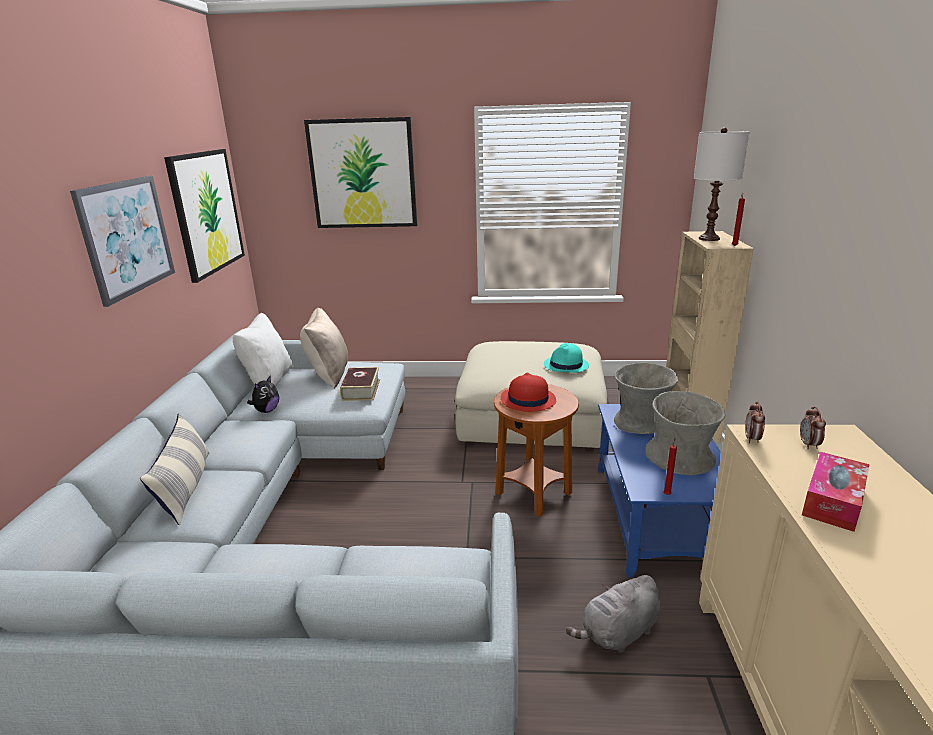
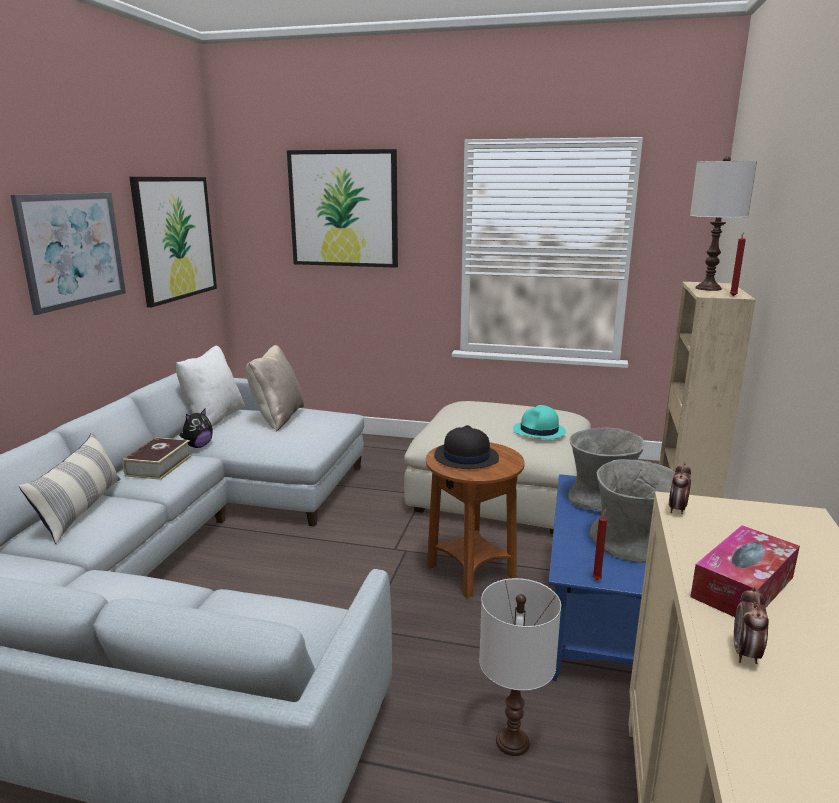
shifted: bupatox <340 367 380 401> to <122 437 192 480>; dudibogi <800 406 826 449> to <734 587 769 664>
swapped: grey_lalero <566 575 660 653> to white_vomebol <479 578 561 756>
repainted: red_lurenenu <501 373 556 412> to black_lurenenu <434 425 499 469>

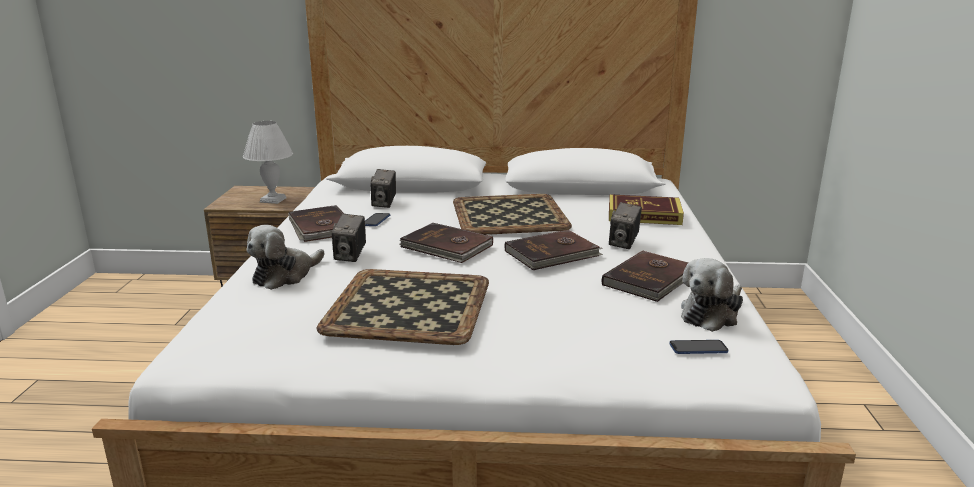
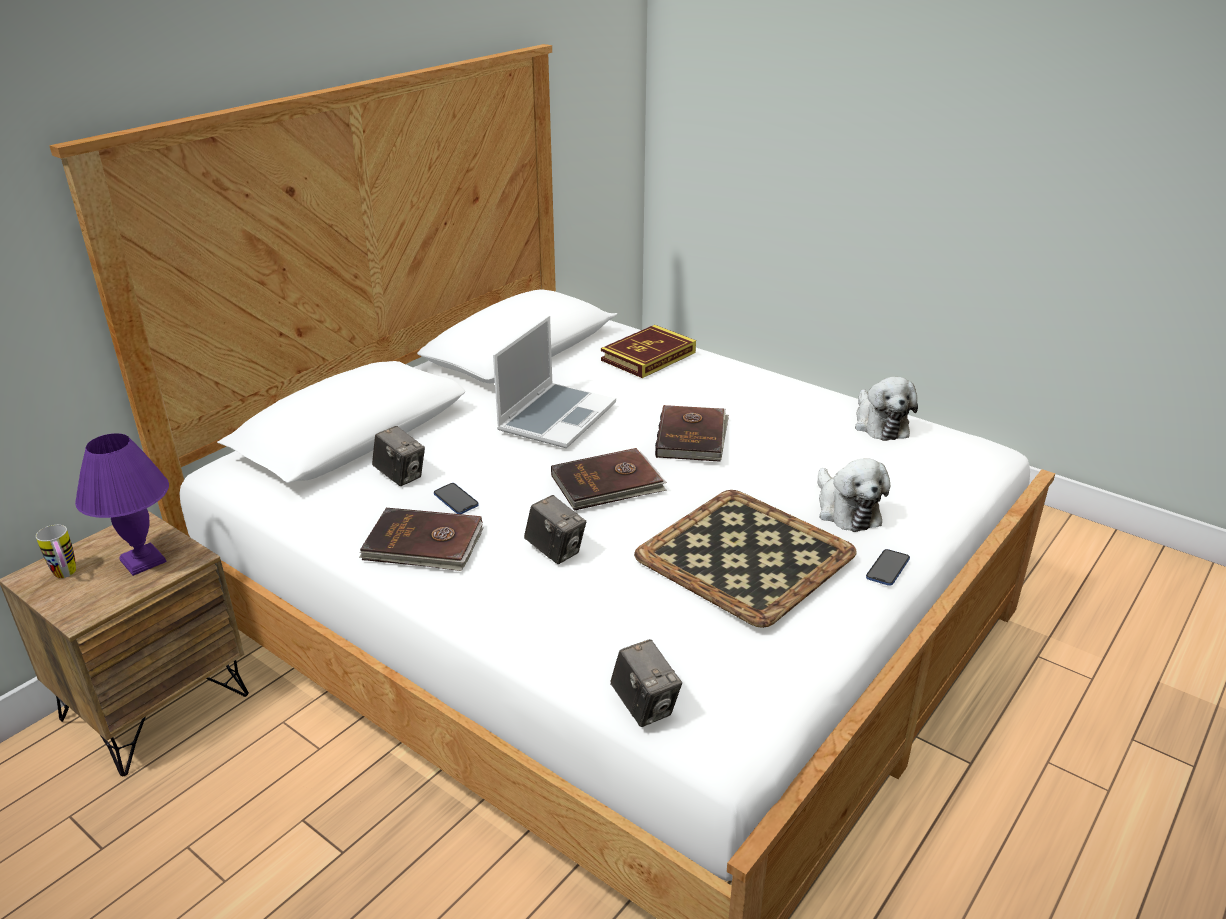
gone: brown_bupatox <602 251 688 302>
new: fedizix <36 525 76 578>
shifted: lalero <246 225 325 290> to <818 458 890 532>; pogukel <609 202 642 249> to <611 639 682 727>; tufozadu <670 340 728 354> to <866 549 910 586>
swapped: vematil <453 194 572 235> to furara <493 316 616 449>
repainted: white_vomebol <243 121 293 204> to purple_vomebol <75 433 169 576>

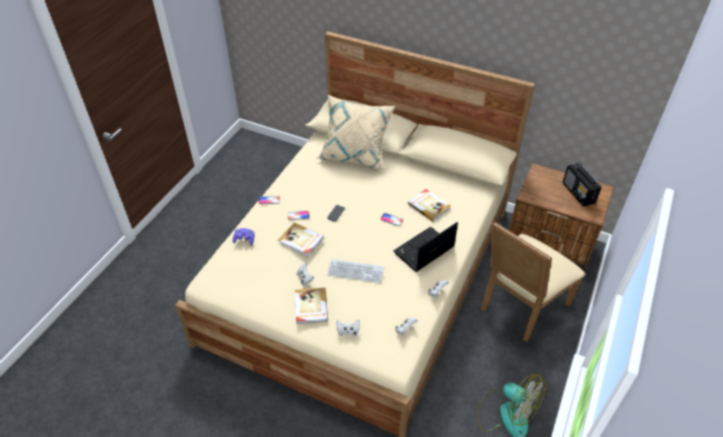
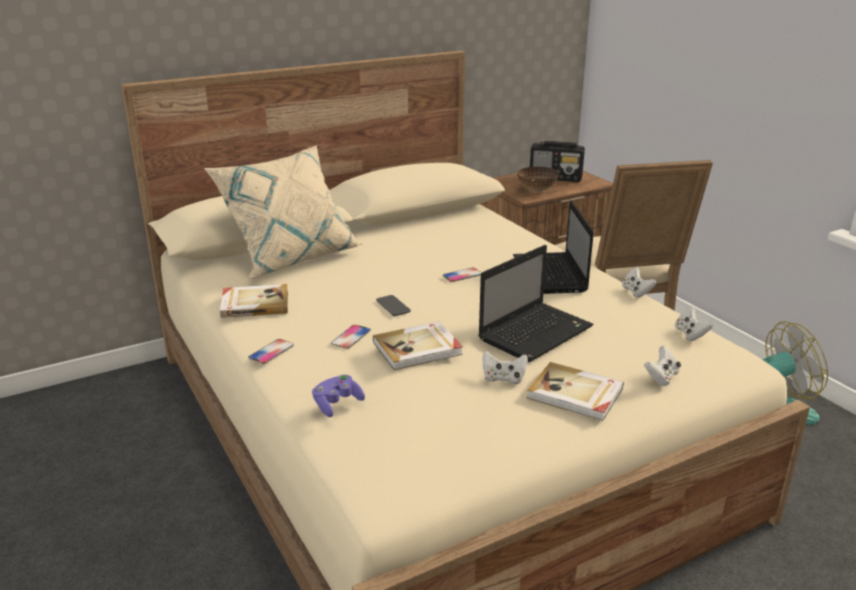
new: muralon <517 167 559 192>
shifted: bupatox <408 189 451 222> to <220 284 288 318>
swapped: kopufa <327 259 384 283> to furara <478 245 594 362>

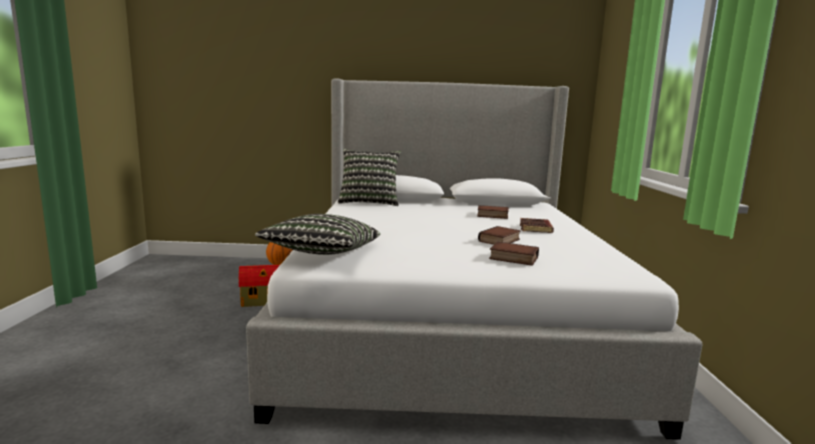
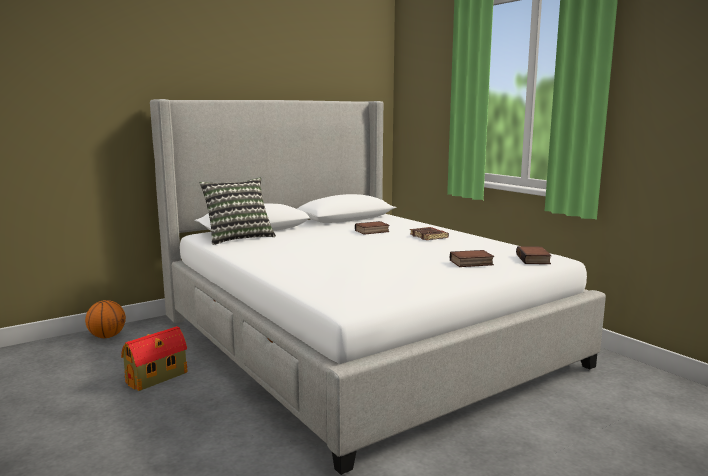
gone: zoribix <255 214 380 255>
shifted: bupatox <478 226 521 245> to <516 246 552 264>

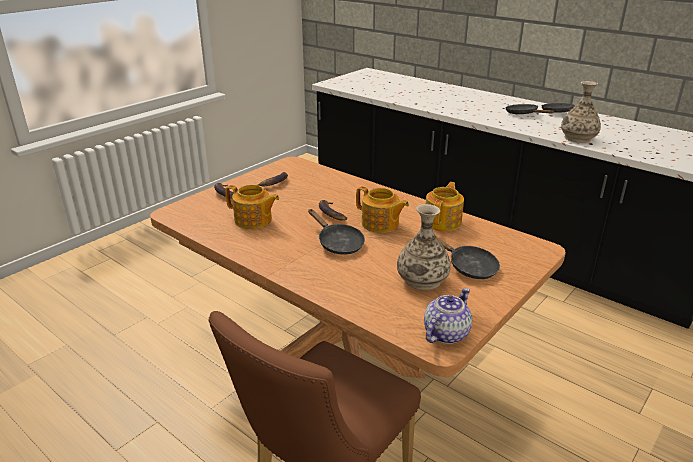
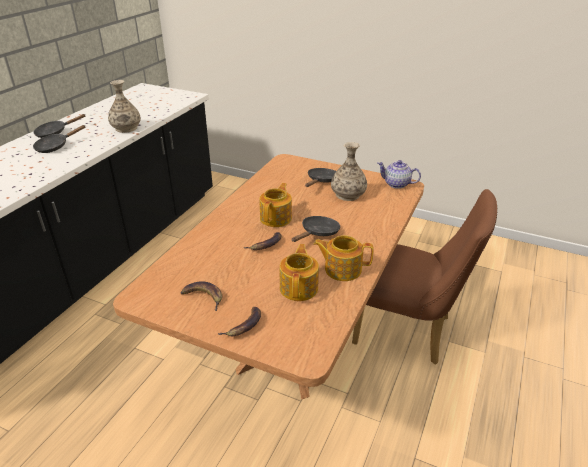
shifted: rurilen <426 182 464 231> to <314 235 373 281>

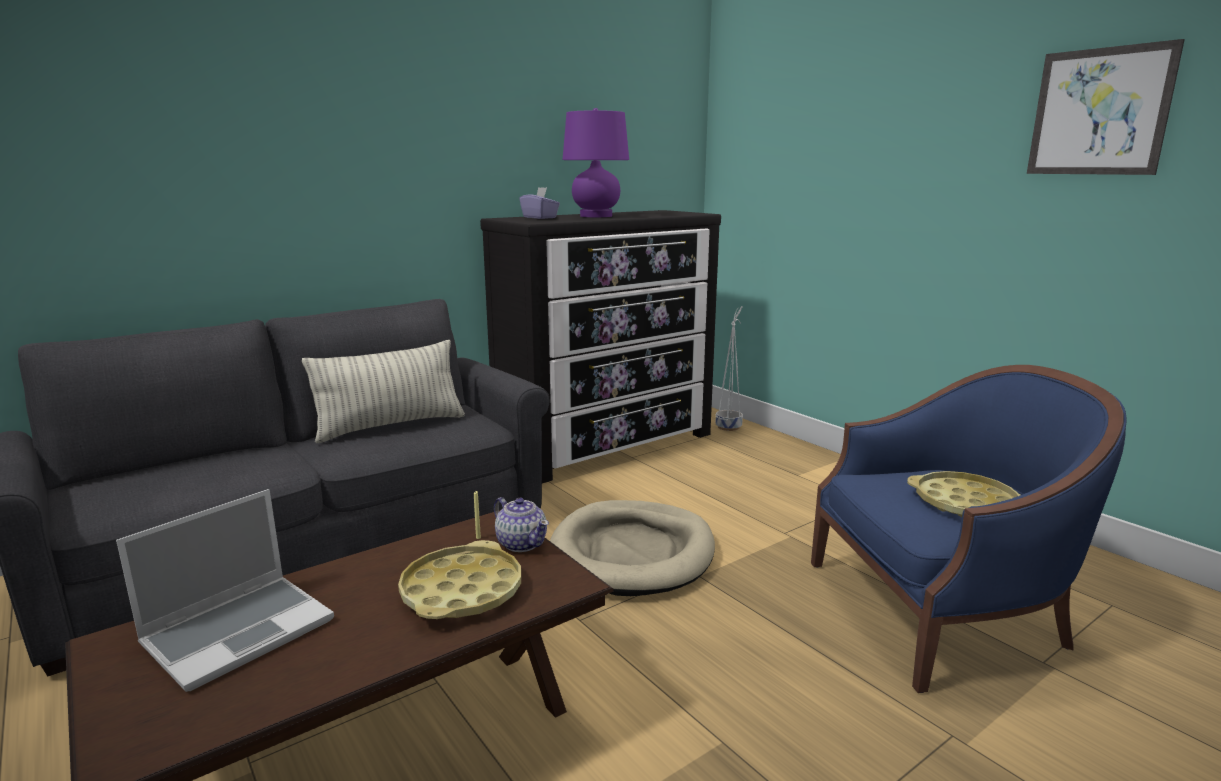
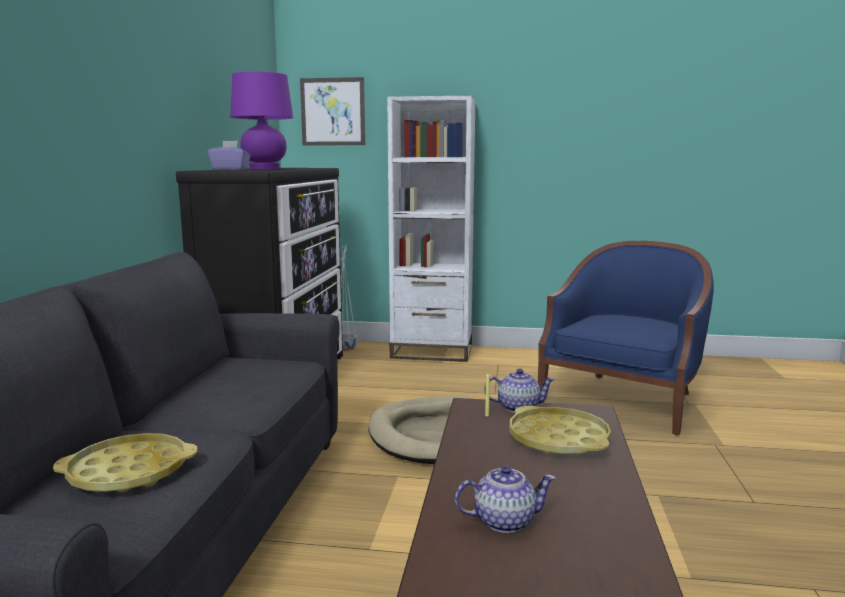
gone: zoribix <302 340 465 443>
new: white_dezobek <387 96 476 362>
shifted: yellow_vematil <907 471 1020 517> to <53 433 197 492>; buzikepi <1027 39 1185 175> to <300 77 365 145>
swapped: furara <116 489 334 692> to rurilen <455 466 556 533>

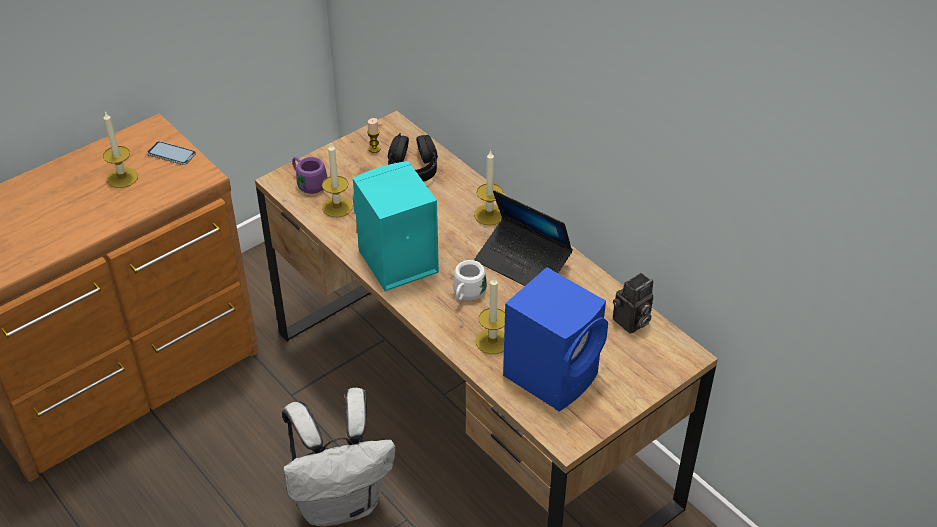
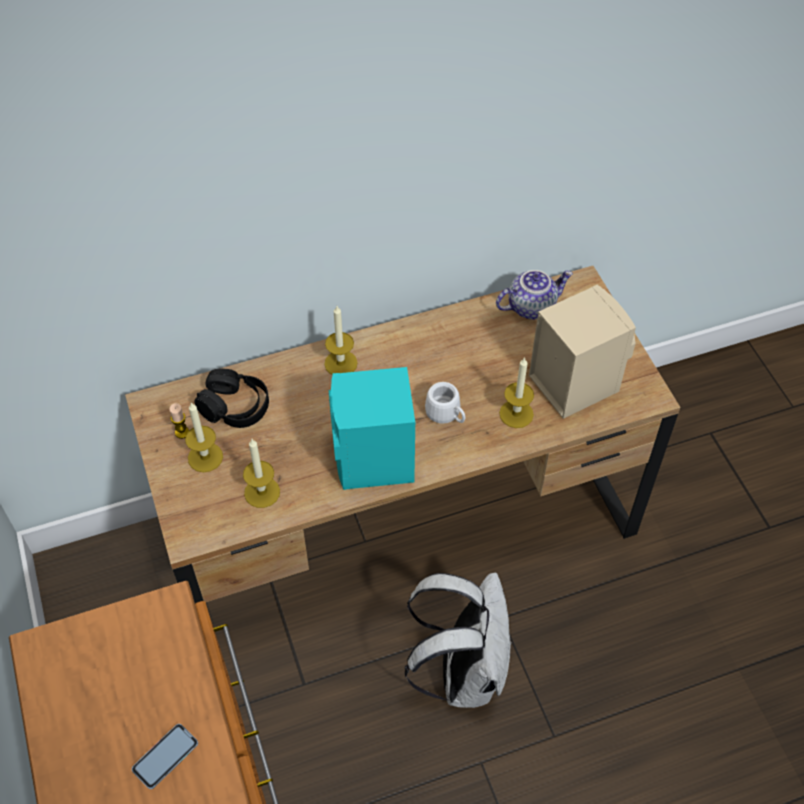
gone: purple_fedizix <292 157 328 194>; furara <474 190 573 286>
shifted: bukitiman <103 111 138 188> to <185 402 223 472>; tufozadu <147 141 196 165> to <132 724 198 789>
swapped: pogukel <613 273 653 334> to rurilen <496 270 573 320>
repainted: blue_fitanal <503 267 608 411> to beige_fitanal <529 285 636 419>

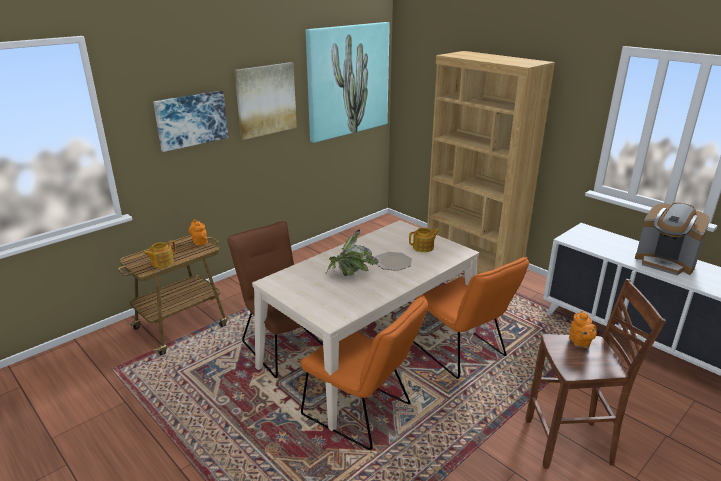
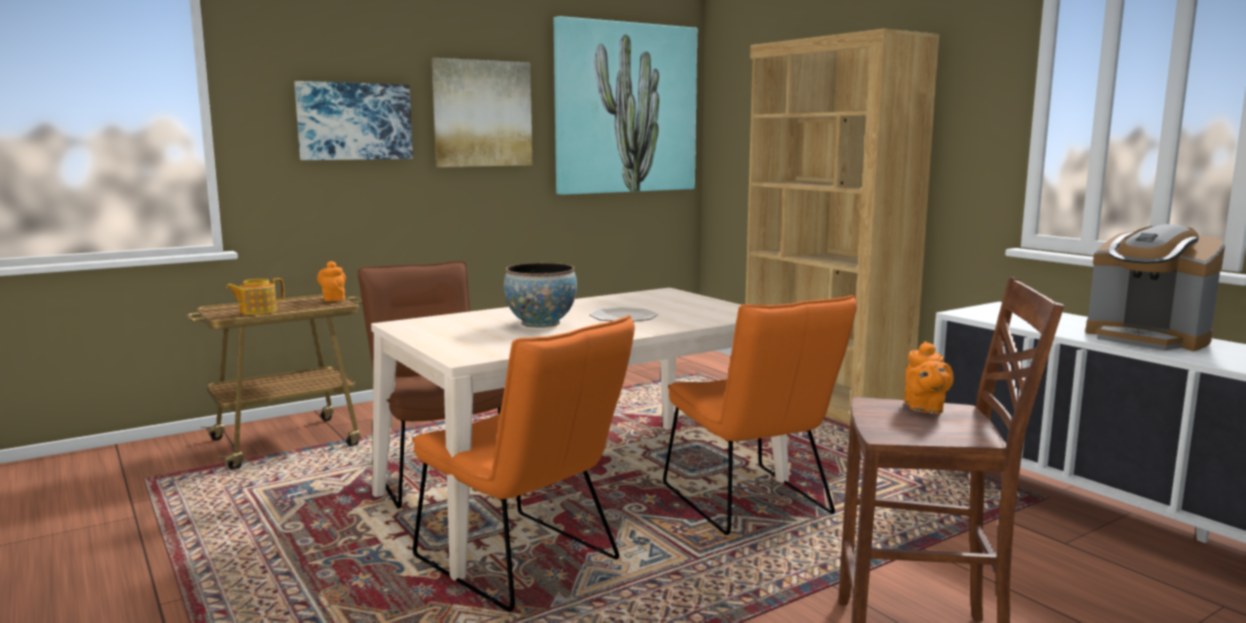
gone: rurilen <409 228 440 252>
swapped: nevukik <325 230 379 276> to muralon <504 263 577 328>

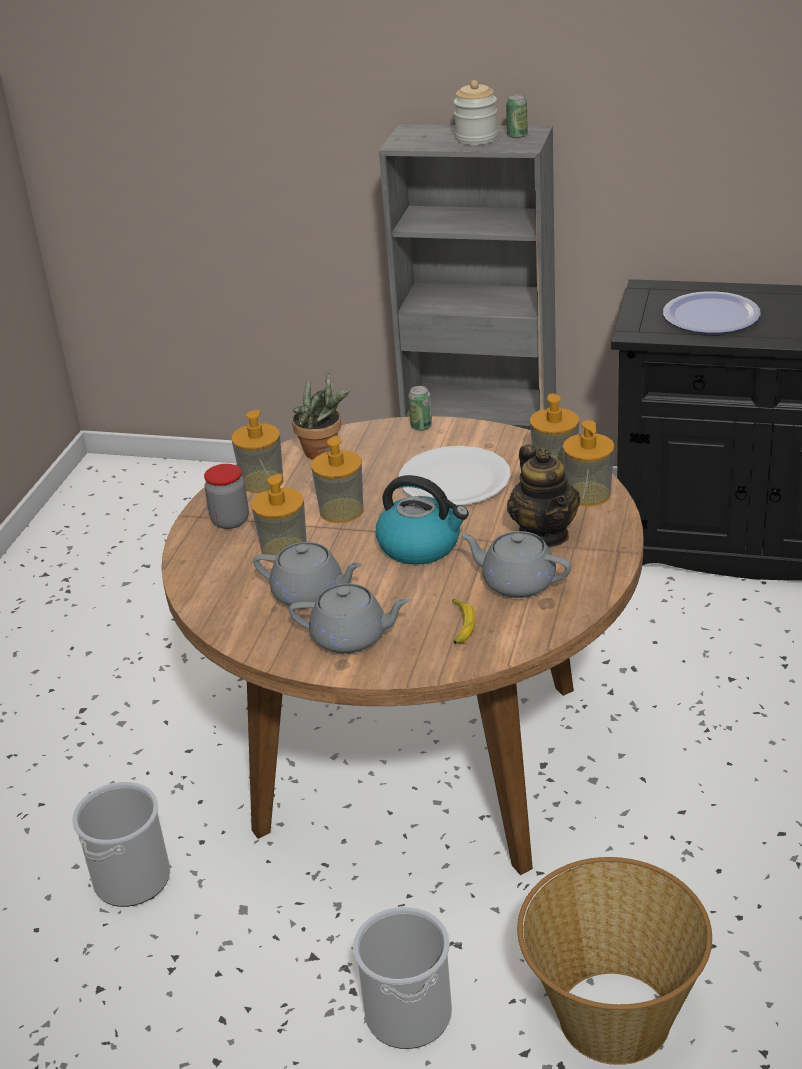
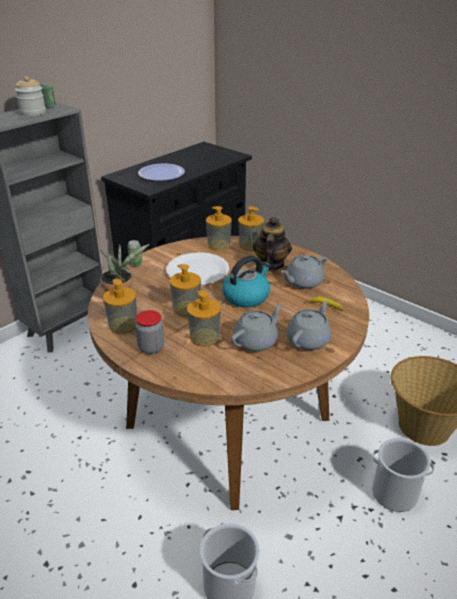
rotated: rurilen <507 445 580 547> = <253 217 292 270> 90 degrees counterclockwise

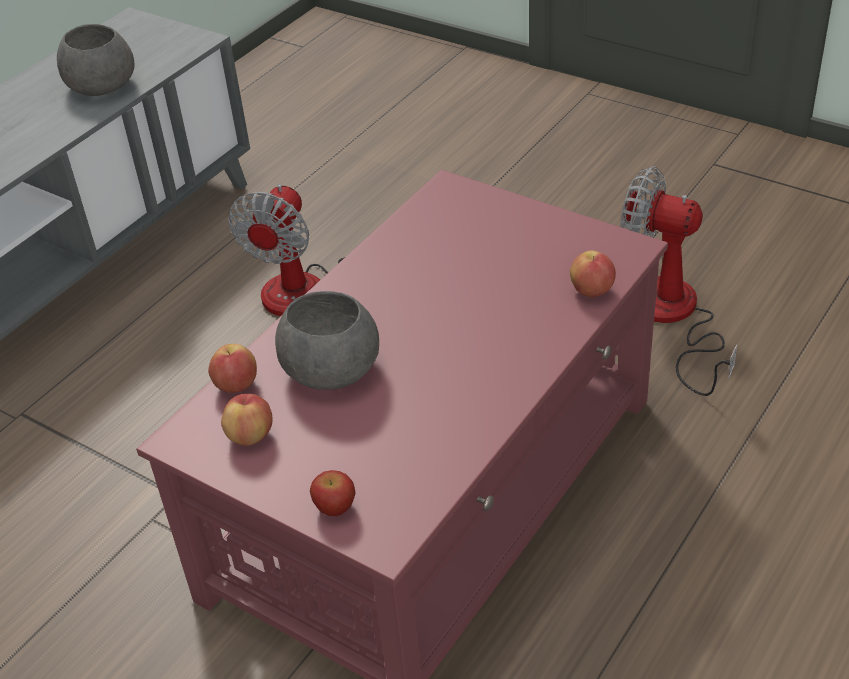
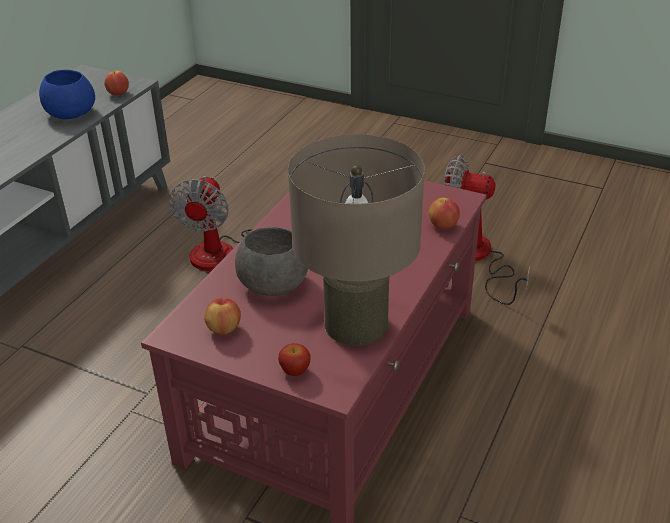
new: beige_vomebol <288 134 425 346>
shifted: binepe <208 344 257 393> to <104 71 129 95>
repainted: grey_muralon <57 24 135 96> to blue_muralon <39 70 95 119>

